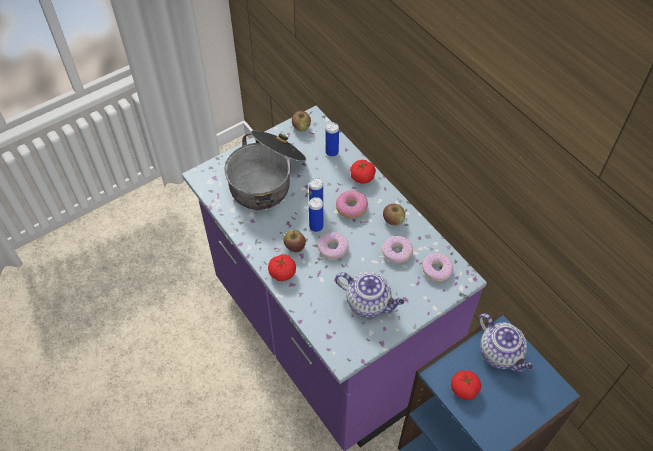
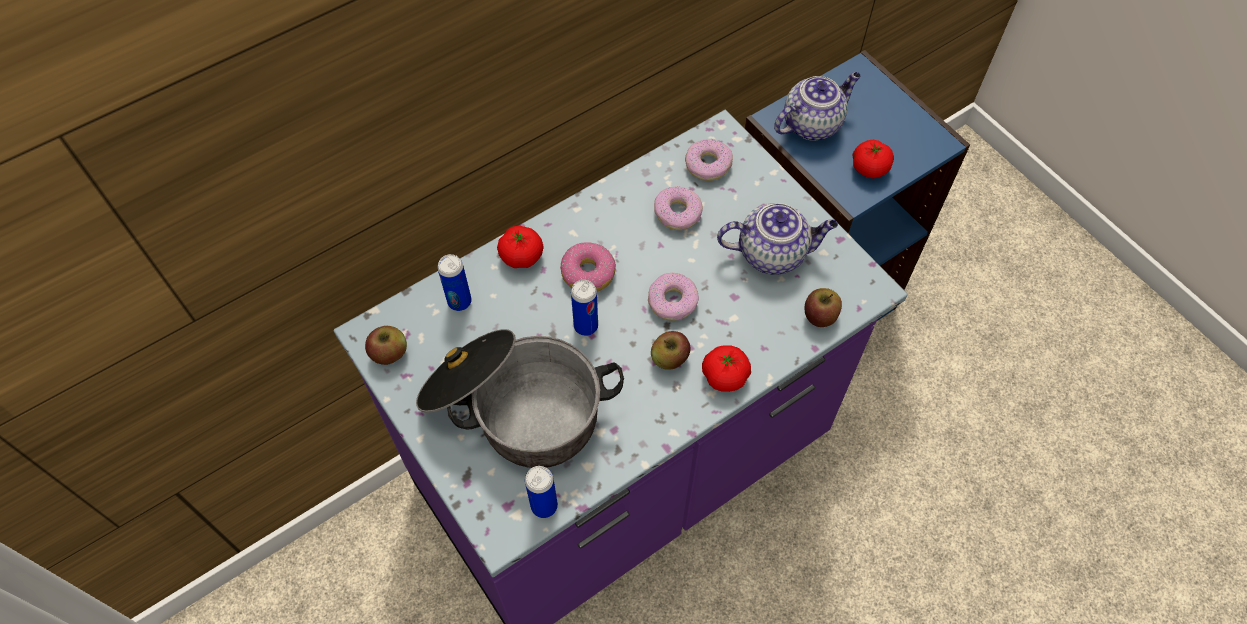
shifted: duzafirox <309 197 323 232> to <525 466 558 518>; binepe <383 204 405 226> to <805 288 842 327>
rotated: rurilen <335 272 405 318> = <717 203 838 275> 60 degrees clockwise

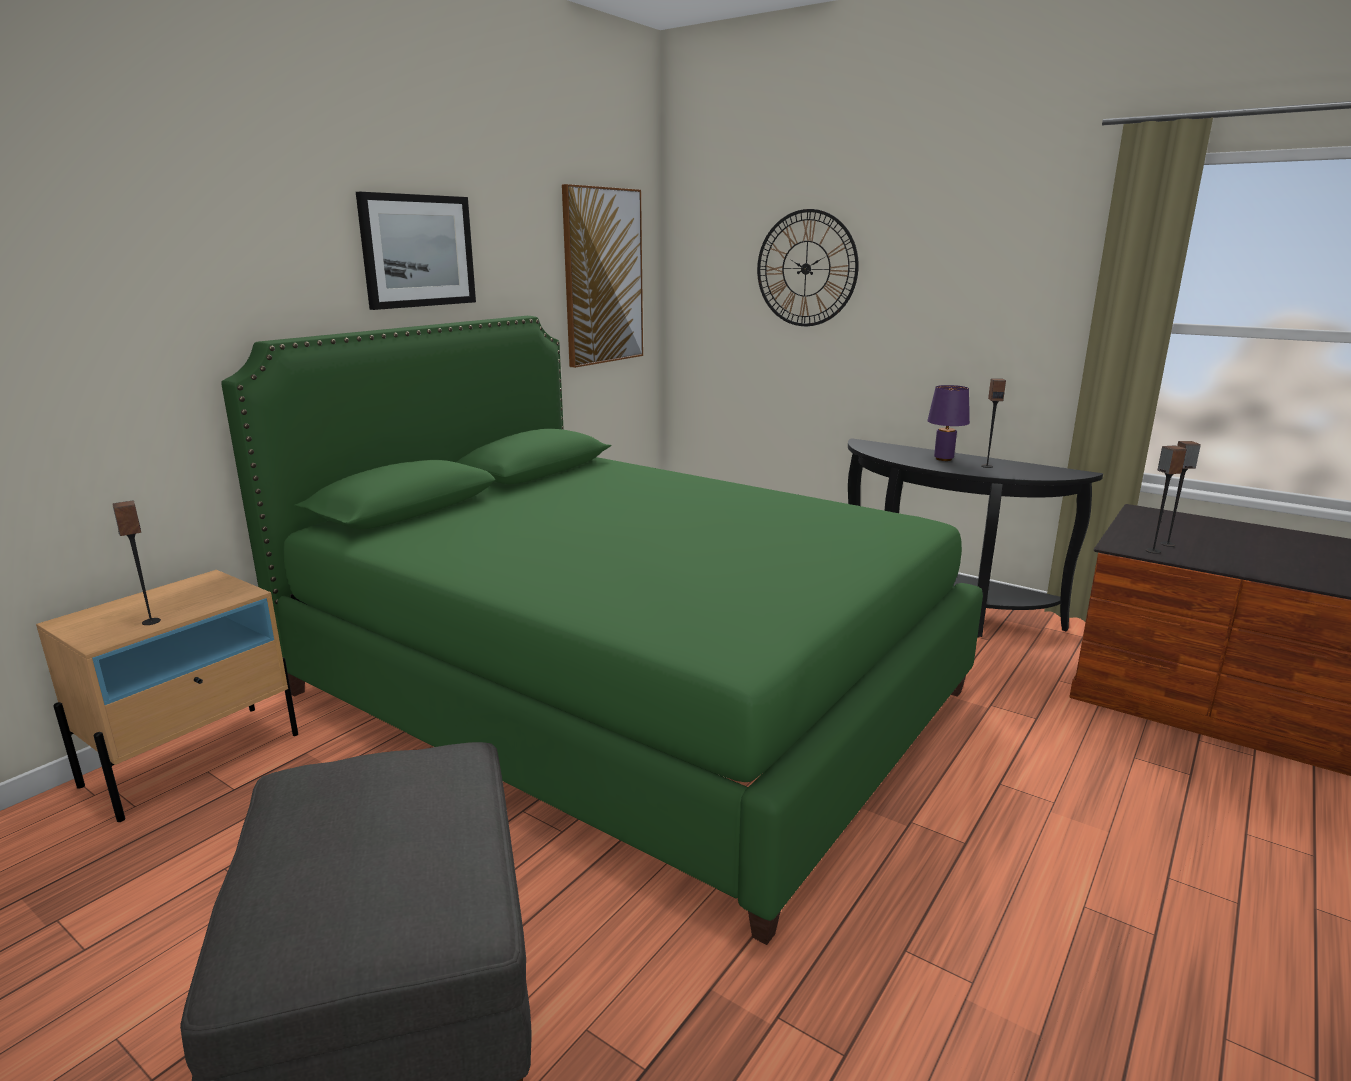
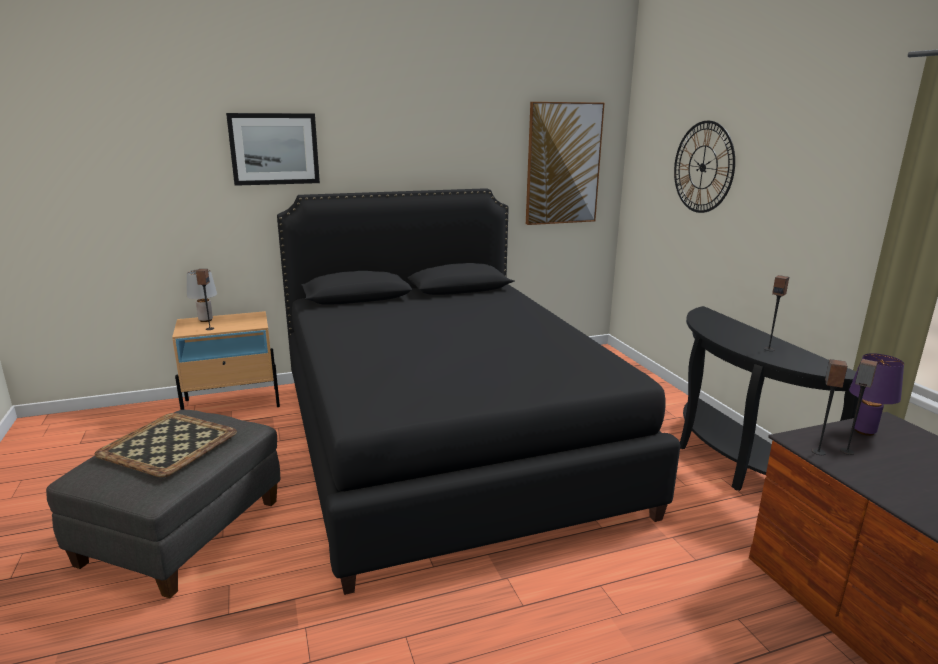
new: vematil <95 413 237 477>; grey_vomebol <187 269 217 322>
shifted: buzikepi <356 192 476 310> to <226 113 320 186>; purple_vomebol <927 385 970 461> to <849 353 904 436>
repainted: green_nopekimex <221 316 983 945> to black_nopekimex <277 188 680 595>

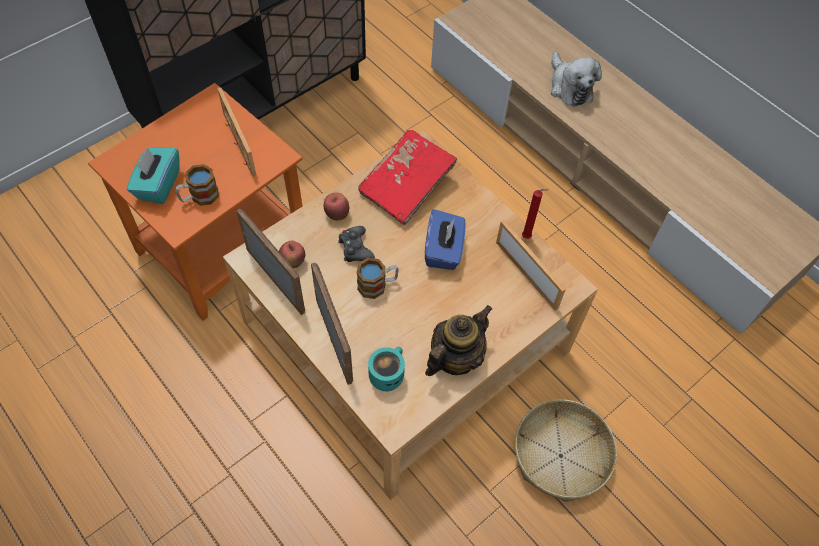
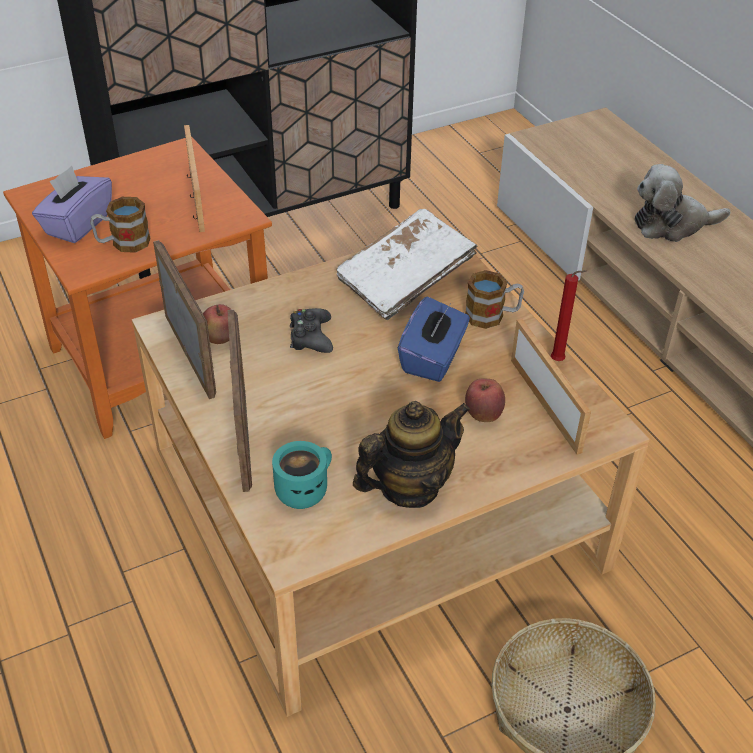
shifted: binepe <324 193 349 220> to <465 378 505 422>; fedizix <356 258 399 299> to <465 270 524 329>
repainted: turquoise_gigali <127 147 180 204> to purple_gigali <32 166 112 243>; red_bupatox <358 130 458 225> to white_bupatox <337 209 478 320>
rotated: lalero <551 52 602 107> = <634 164 730 242> 90 degrees clockwise

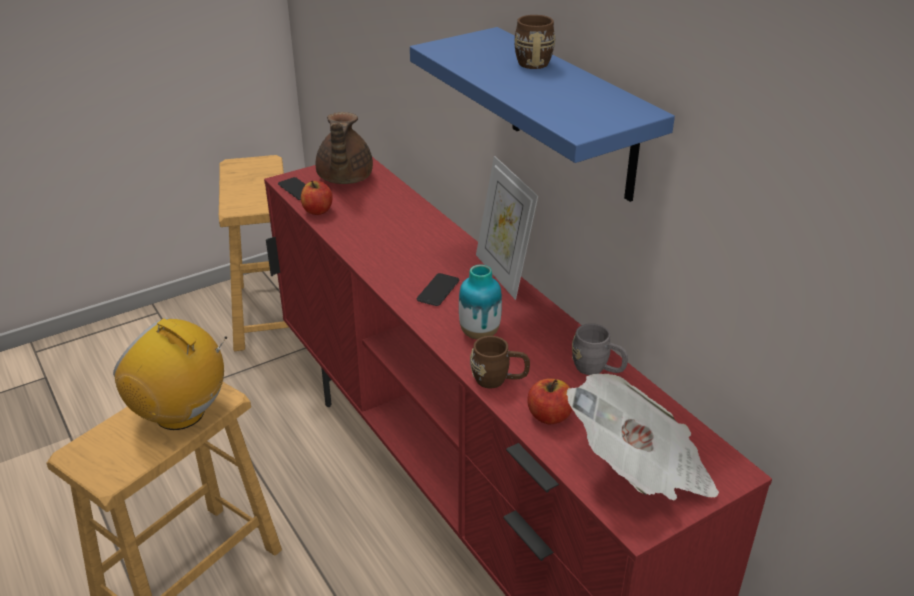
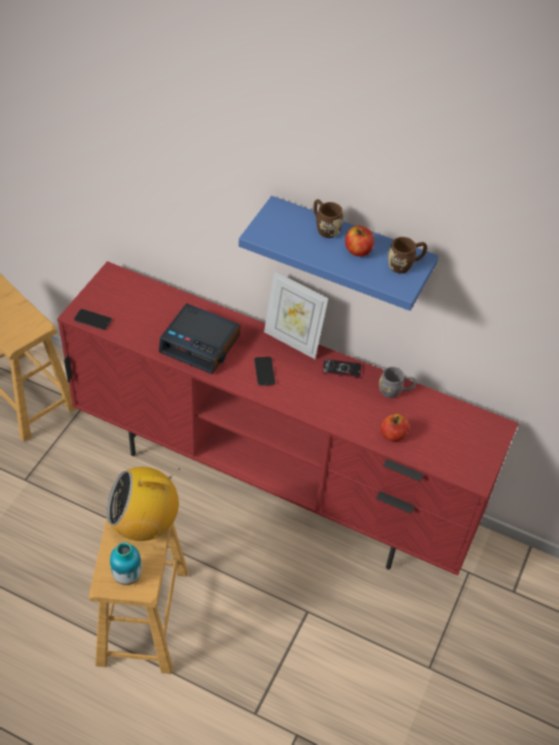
gone: brown_rurilen <316 112 373 184>; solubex <567 374 719 501>
new: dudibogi <159 303 240 374>; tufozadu <322 359 362 378>
shifted: binepe <301 181 333 215> to <345 226 374 257>; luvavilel <459 265 502 340> to <110 542 142 585>; brown_fedizix <470 336 530 389> to <388 237 427 274>

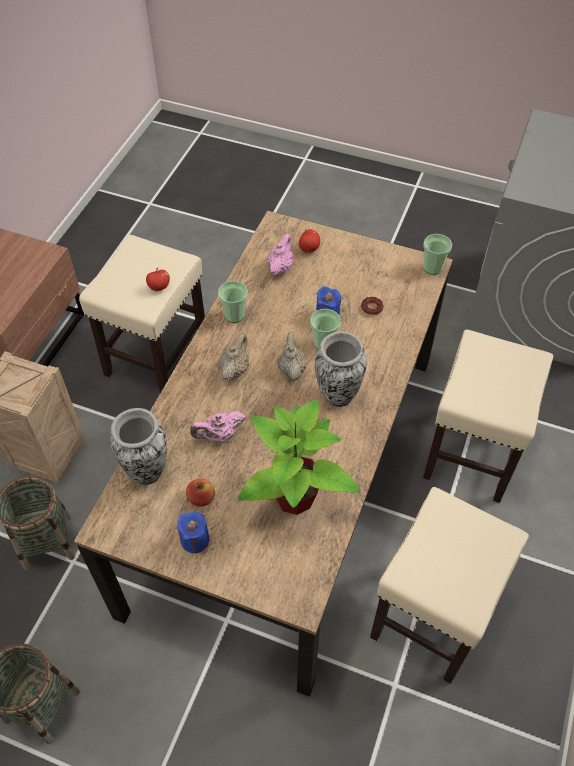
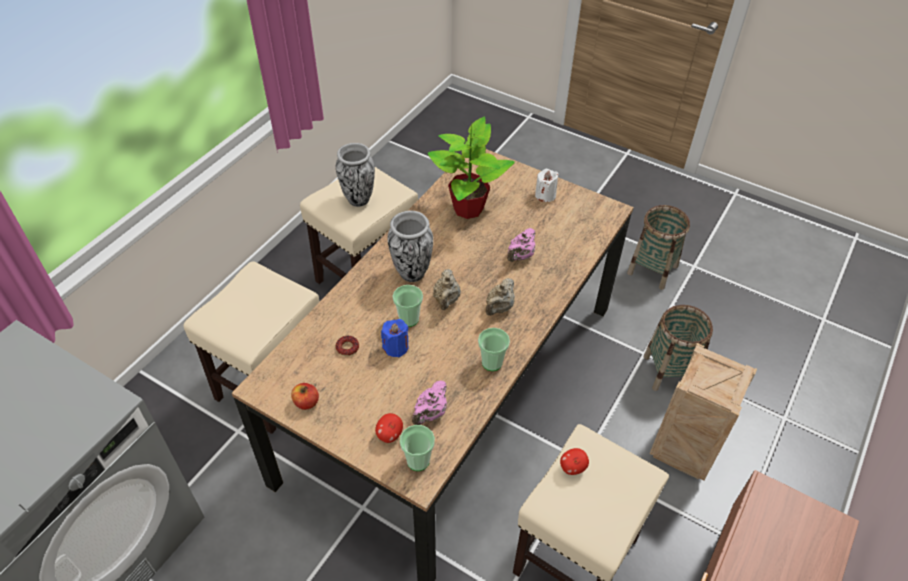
shifted: luvavilel <110 408 167 485> to <336 143 375 207>; binepe <186 478 215 507> to <291 383 319 410>; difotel <423 234 452 275> to <400 425 435 471>
repainted: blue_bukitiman <177 512 209 553> to white_bukitiman <535 169 559 202>
rotated: pink_rurilen <190 411 245 443> = <507 228 536 262> 135 degrees clockwise

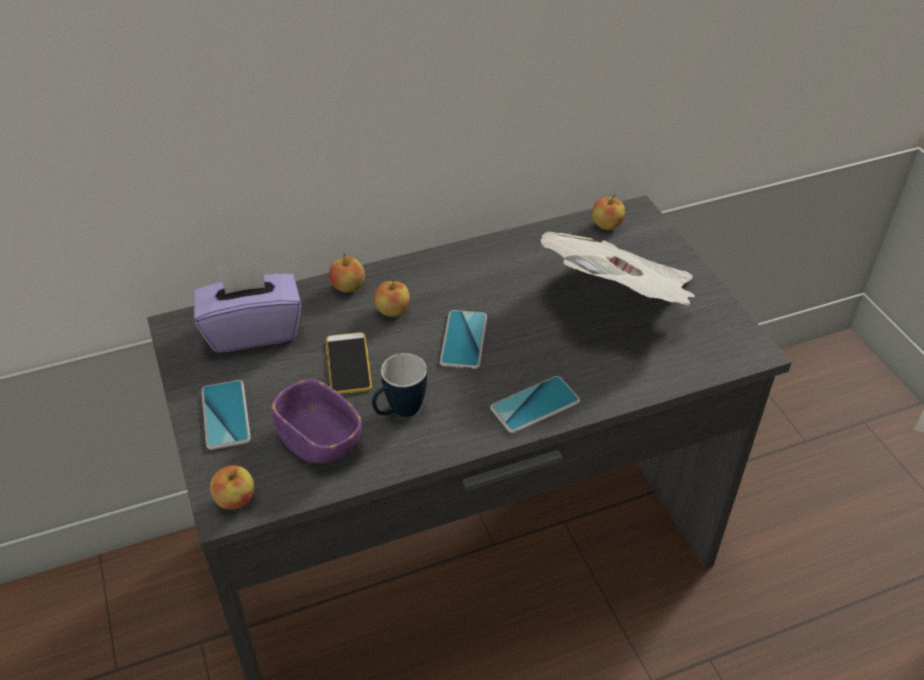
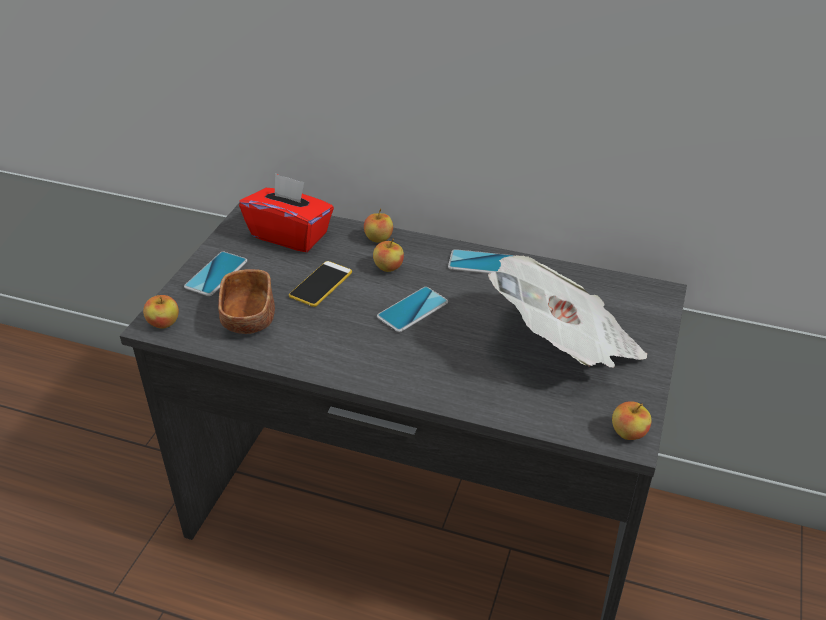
gone: fedizix <372 353 427 417>
shifted: tufozadu <490 376 580 433> to <448 249 514 274>; binepe <592 193 625 230> to <612 401 651 440>
repainted: purple_gigali <194 262 302 353> to red_gigali <239 173 334 252>; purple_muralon <272 379 362 463> to brown_muralon <218 269 275 334>

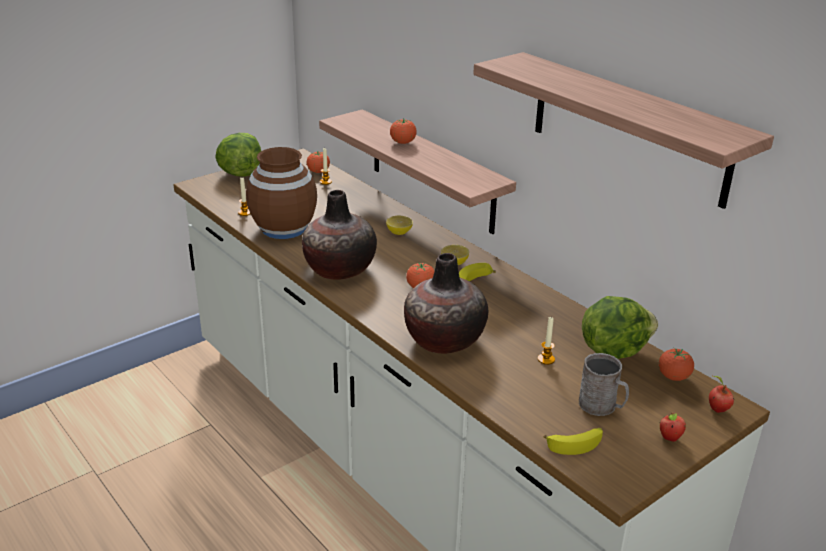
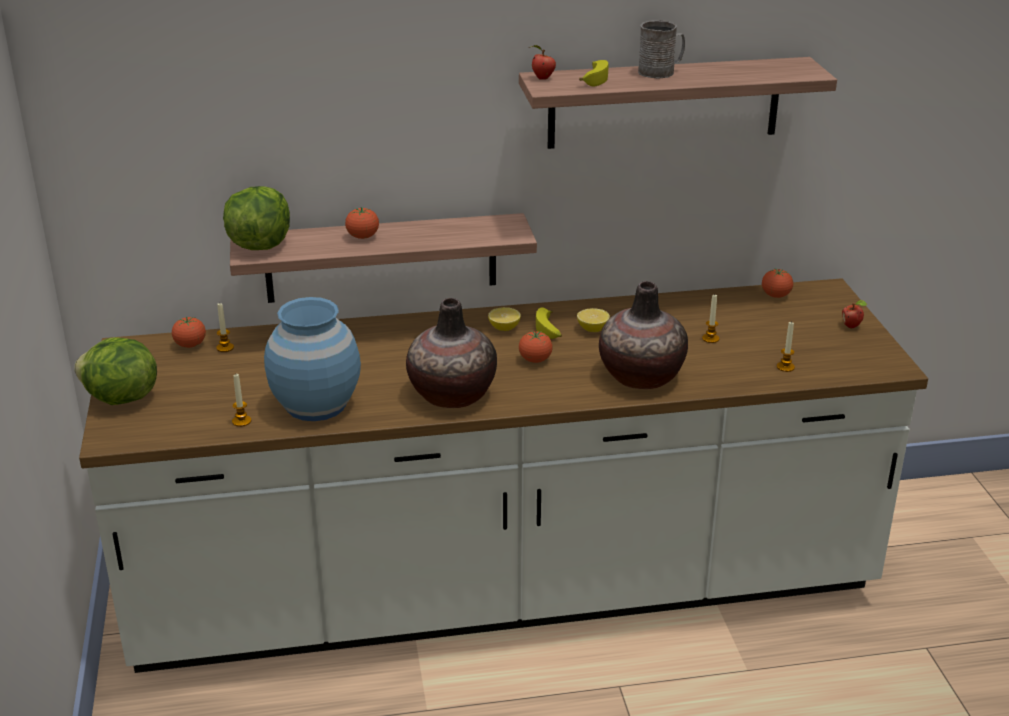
new: bukitiman <777 321 795 372>
shifted: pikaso <386 216 413 235> to <577 308 610 332>; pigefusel <544 428 603 455> to <579 60 608 87>; grey_fedizix <579 353 629 416> to <638 20 685 79>; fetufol <582 296 658 359> to <223 186 290 250>; binepe <709 375 734 413> to <529 45 556 80>
repainted: brown_luvavilel <246 147 317 239> to blue_luvavilel <264 297 361 421>

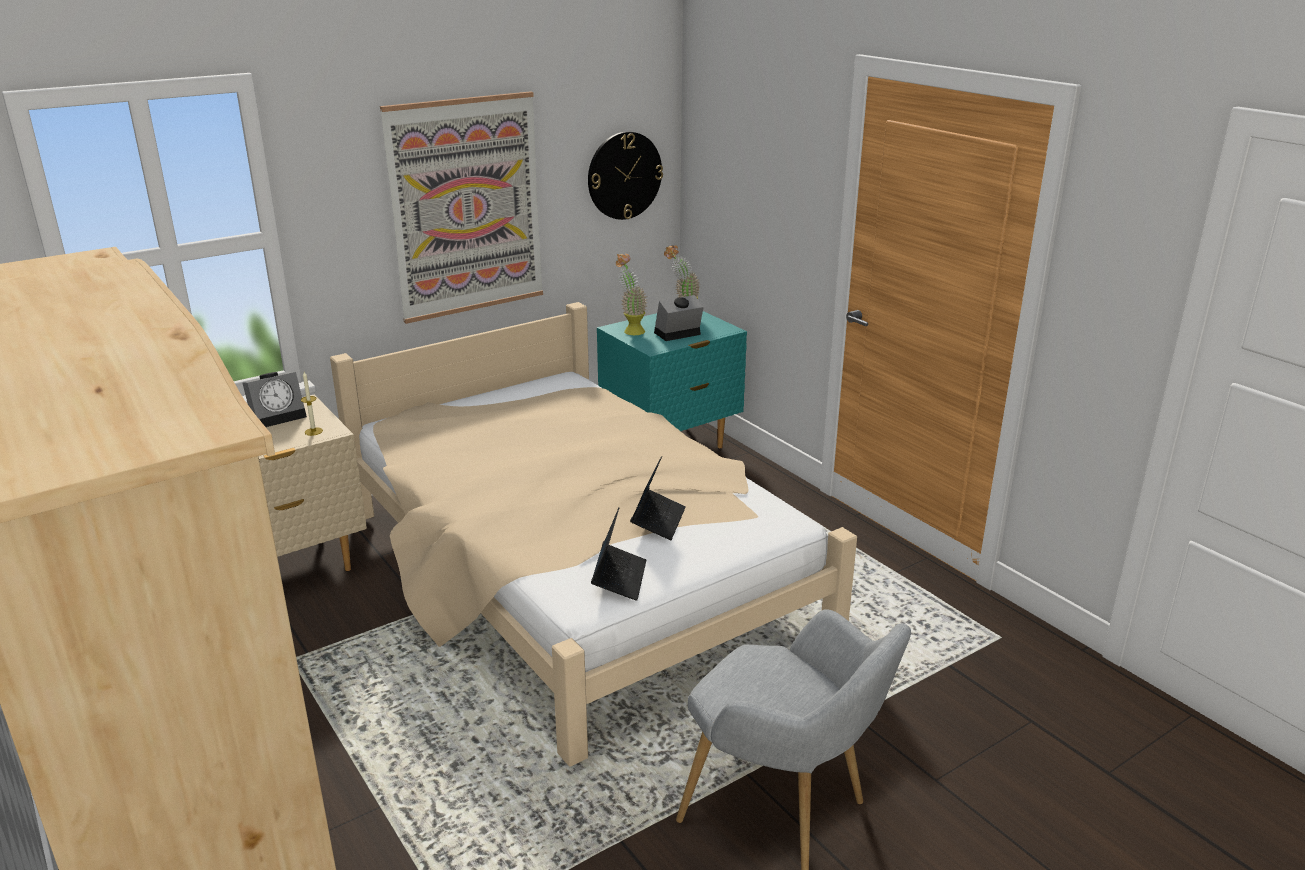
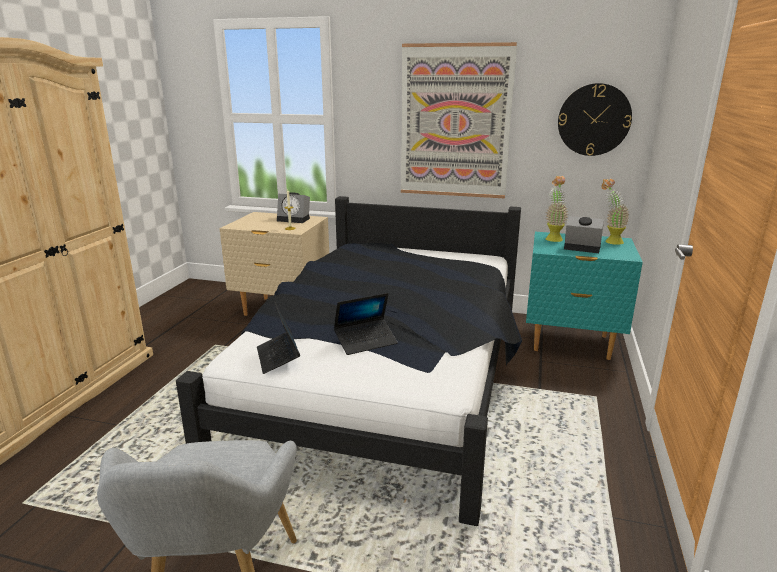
repainted: beige_nopekimex <330 302 857 767> to black_nopekimex <176 196 522 526>
rotated: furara <591 508 647 601> = <257 301 300 374> 105 degrees clockwise

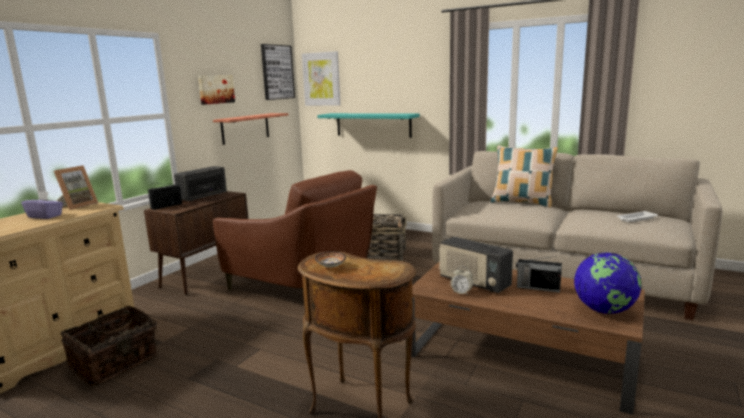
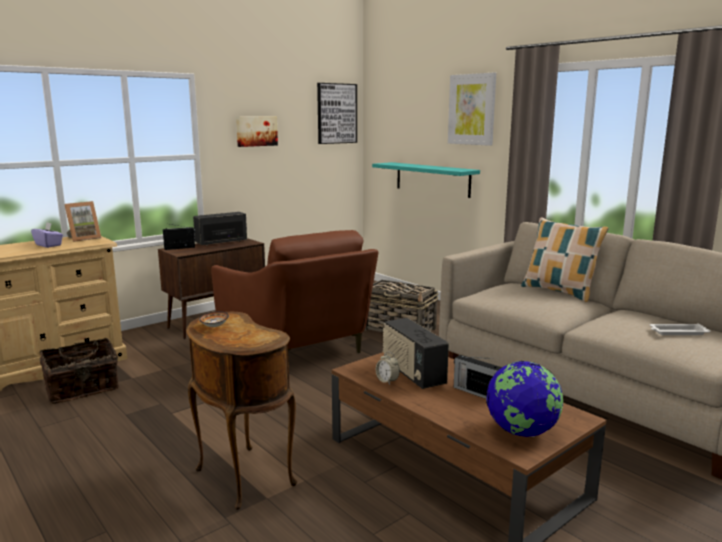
gone: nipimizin <213 113 288 145>
shifted: buzikepi <302 51 340 106> to <448 72 496 146>

